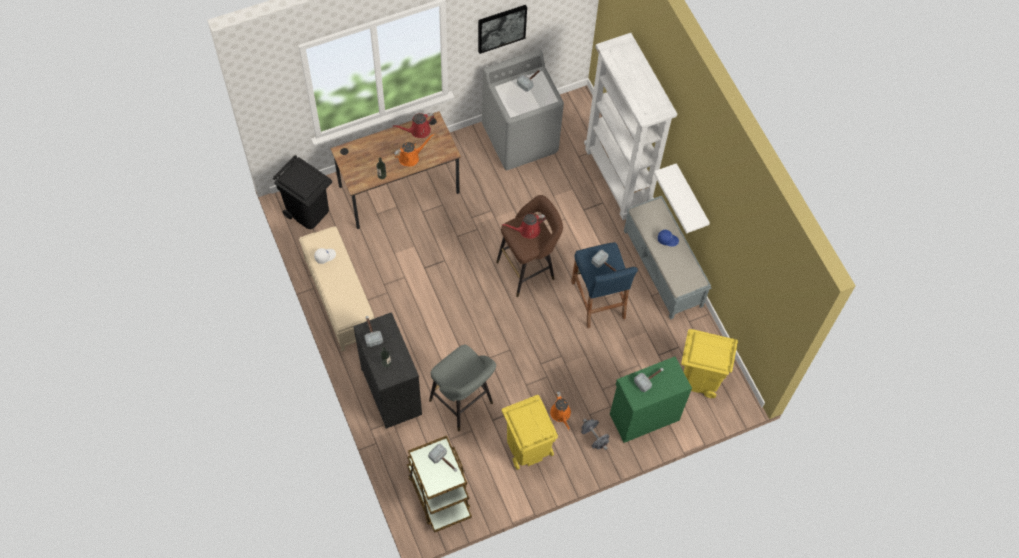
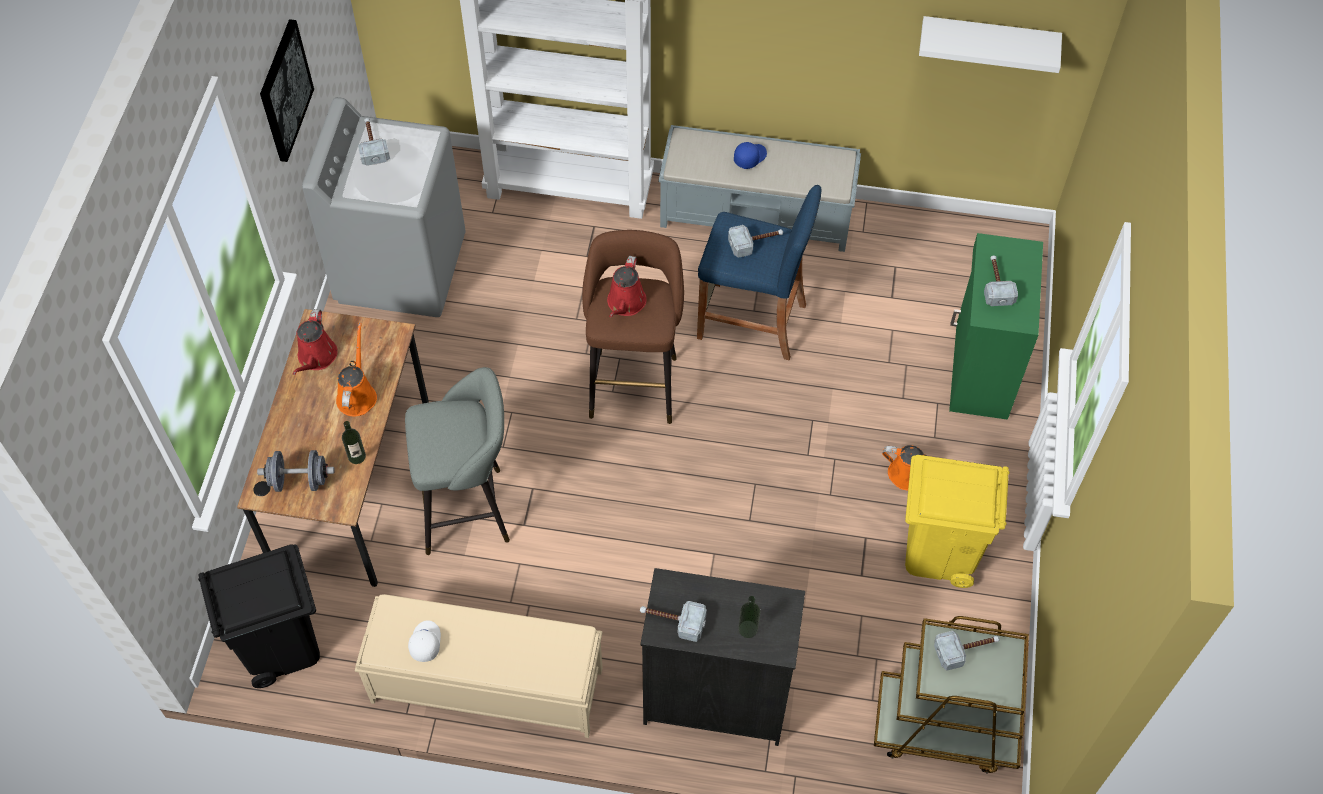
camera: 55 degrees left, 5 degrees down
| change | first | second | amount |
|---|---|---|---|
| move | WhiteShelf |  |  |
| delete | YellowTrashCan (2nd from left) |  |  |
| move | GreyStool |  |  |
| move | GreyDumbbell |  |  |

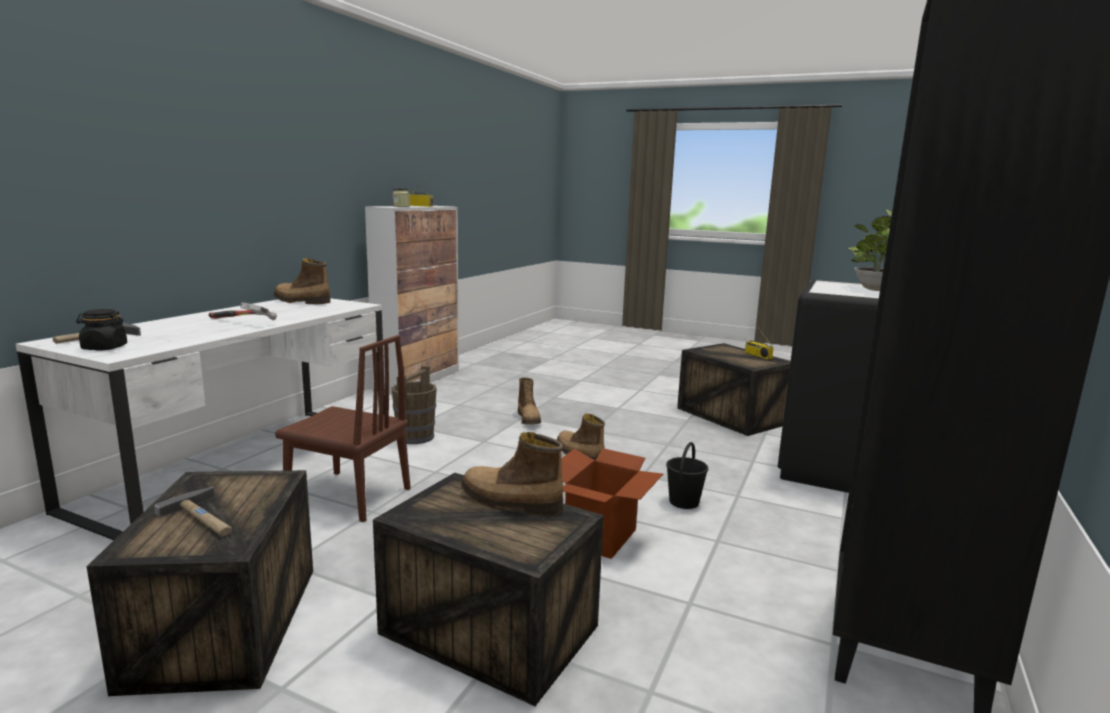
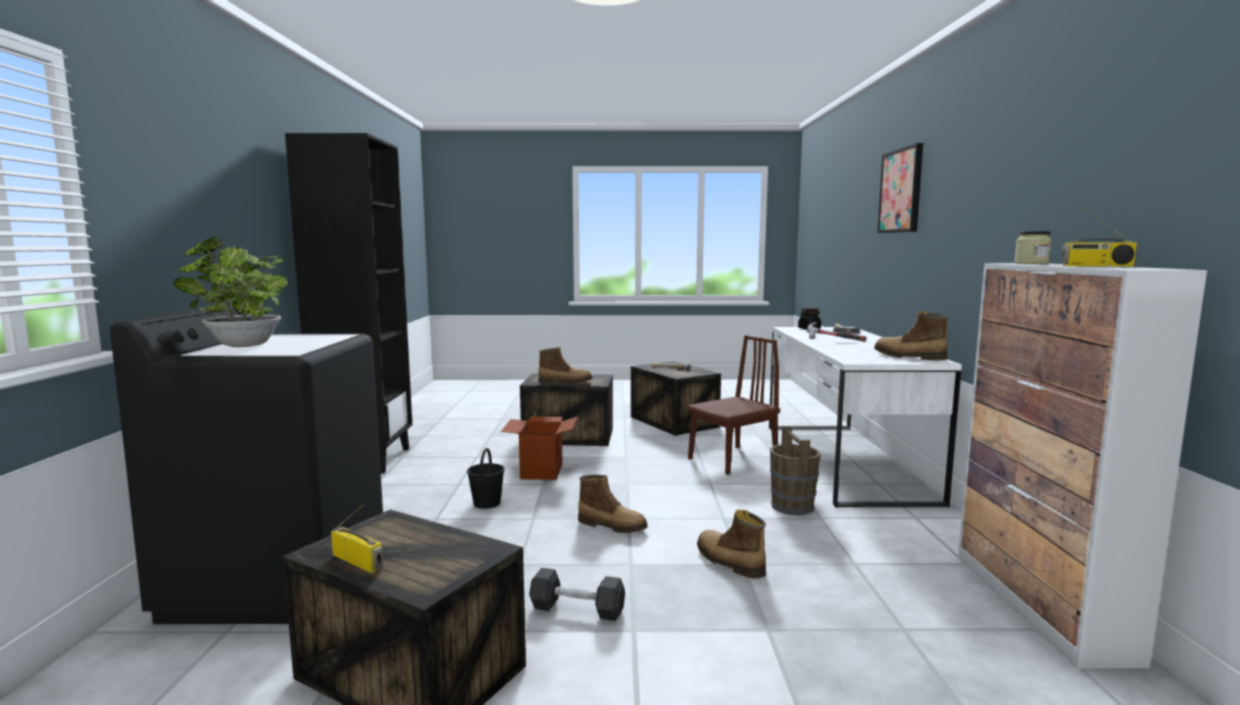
camera: 155 degrees right, 5 degrees down
| change | first | second | amount |
|---|---|---|---|
| rotate | Boot (1st from left in the first image) | Boot (4th from left) | 135 degrees counterclockwise |
| rotate | BrownChair |  | 150 degrees clockwise |
| insert |  | Picture |  |
| insert |  | GreyDumbbell |  |

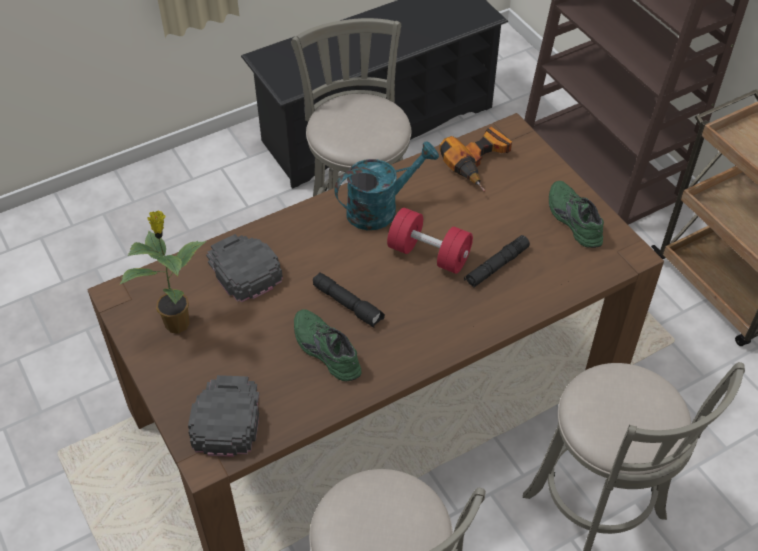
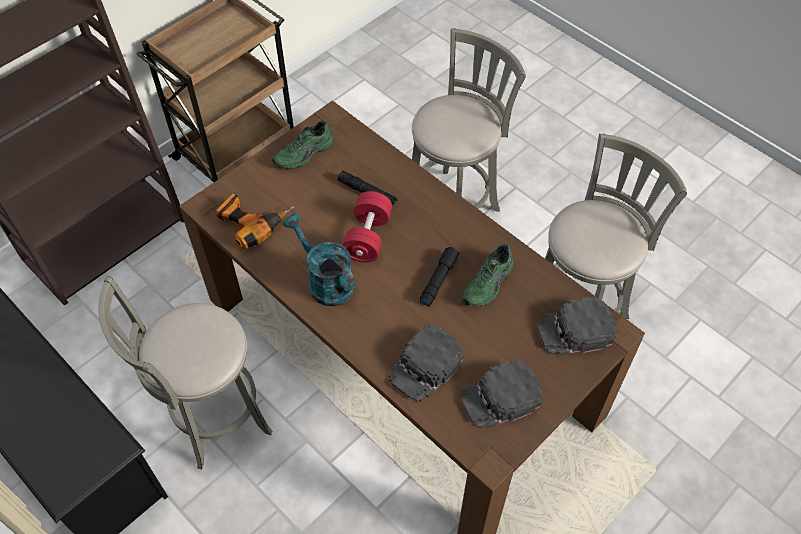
camera: 105 degrees left, 5 degrees up
| change | first | second | amount |
|---|---|---|---|
| replace | PottedPlant | BlackCap (2nd from left) |  |

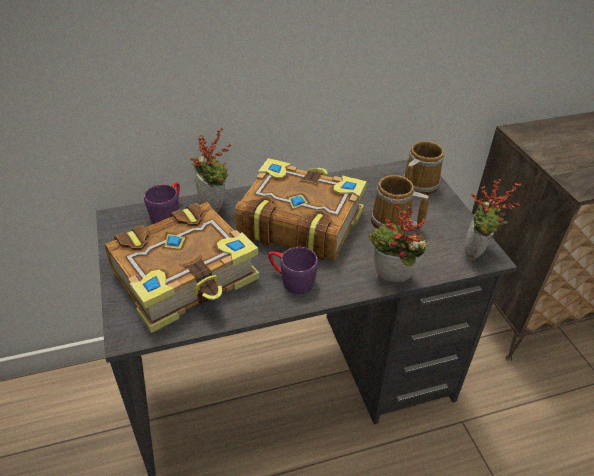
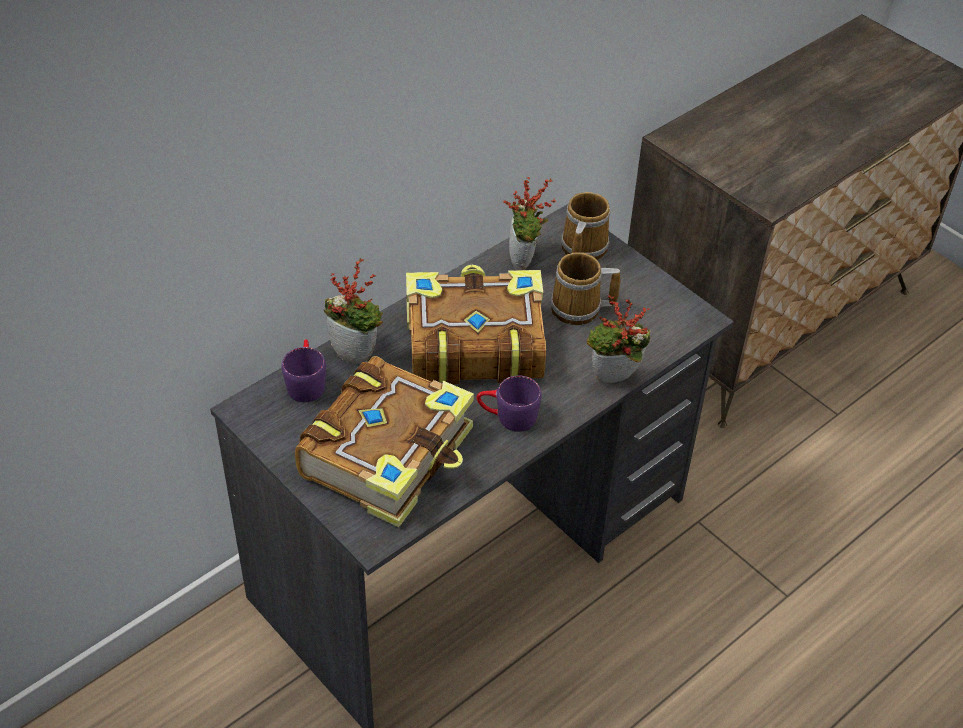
camera: 25 degrees left, 5 degrees up
| change | first | second | amount |
|---|---|---|---|
| move | PottedPlant (3rd from left in the first image) | PottedPlant (2nd from left) |  |

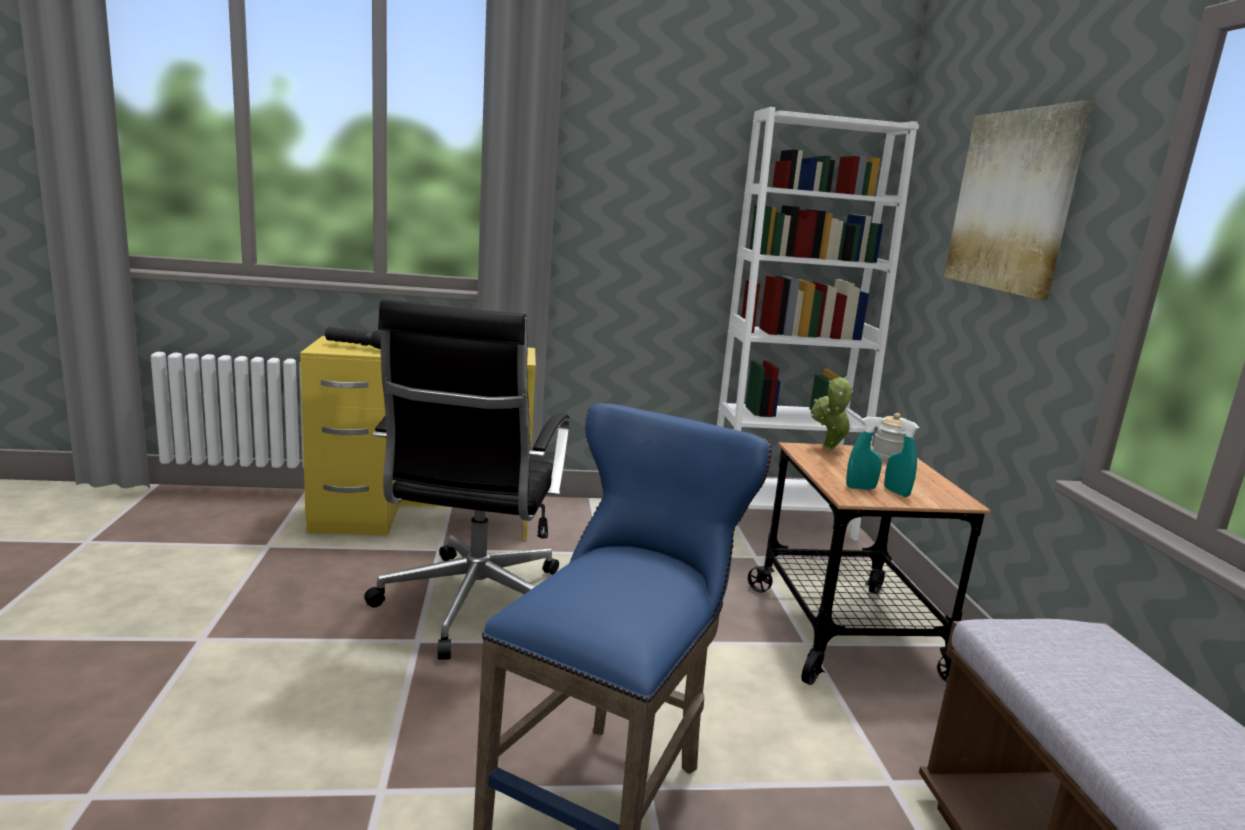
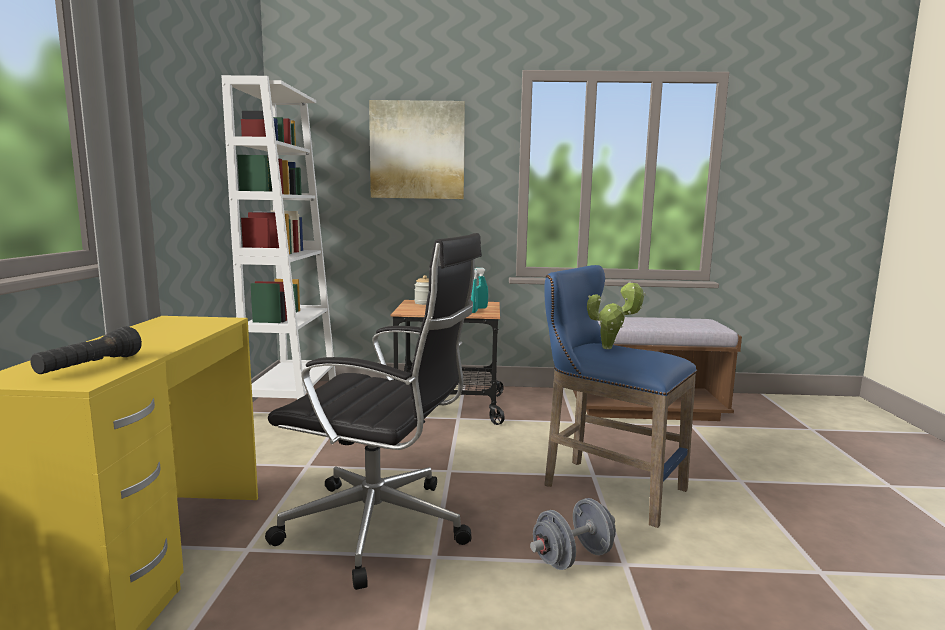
camera: 80 degrees left, 5 degrees down
| change | first | second | amount |
|---|---|---|---|
| move | PottedPlant |  |  |
| insert |  | GreyDumbbell |  |

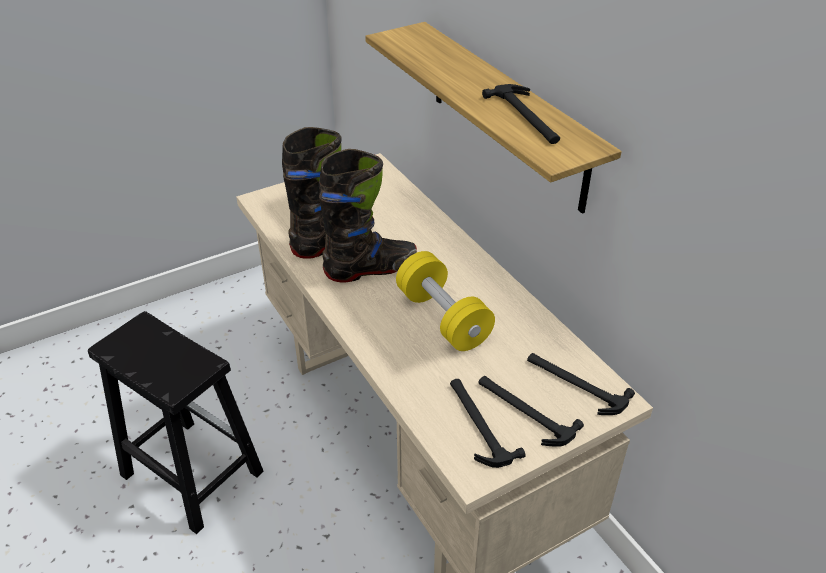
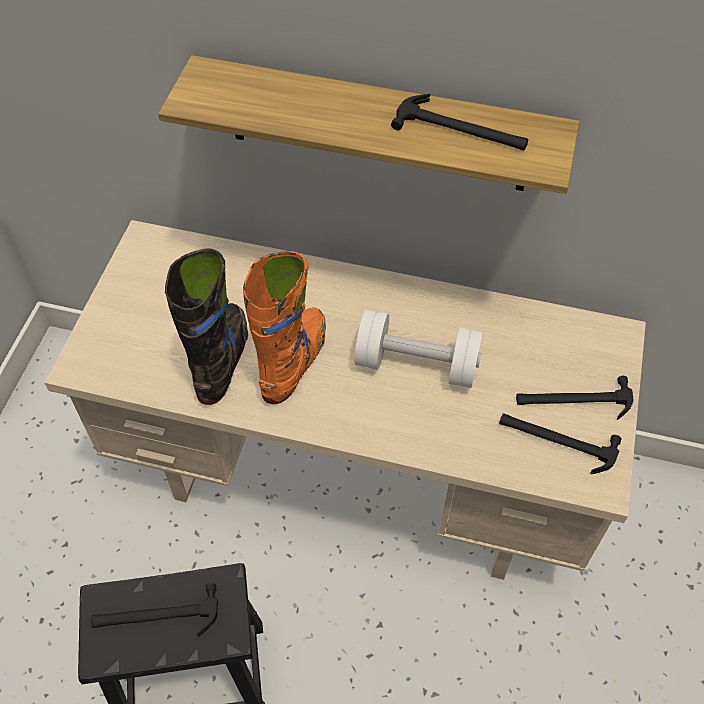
camera: 45 degrees left, 15 degrees up
| change | first | second | amount |
|---|---|---|---|
| recolor | BlackBoot (2nd from left) | OrangeBoot |  |
| recolor | YellowDumbbell | WhiteDumbbell |  |
| move | Hammer (4th from left in the first image) | Hammer (1st from left) |  |

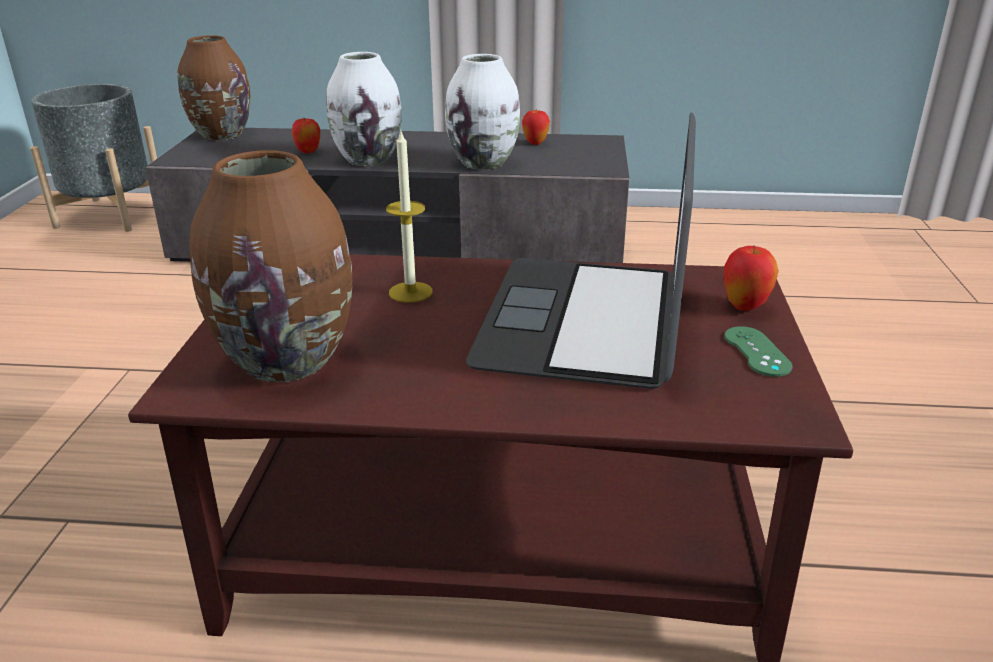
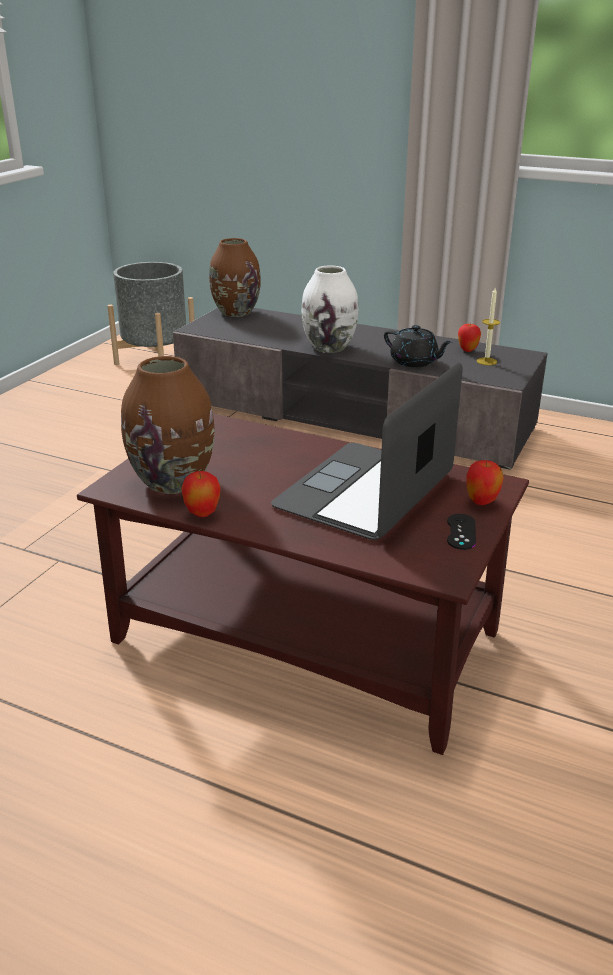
camera: 20 degrees right, 0 degrees up
| change | first | second | amount |
|---|---|---|---|
| replace | WhiteVase (2nd from left) | BlackTeapot |  |
| move | Apple (1st from left) |  |  |
| move | Candle |  |  |
| recolor | GreenGameController | BlackGameController |  |

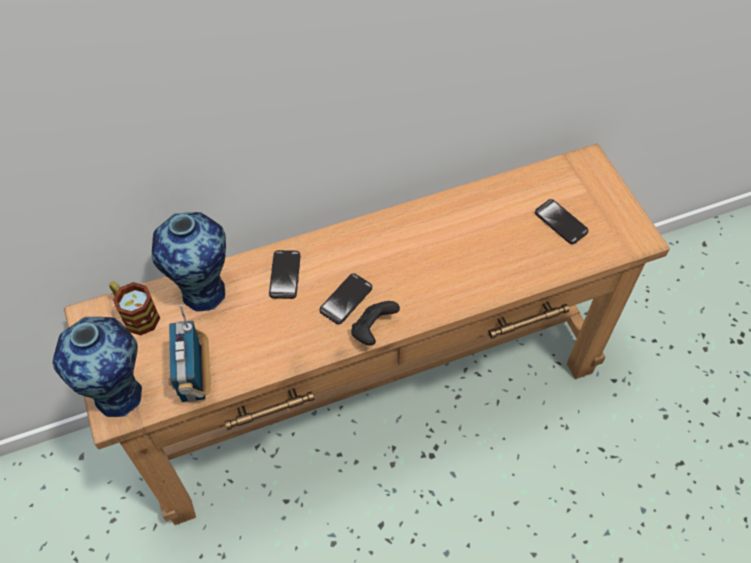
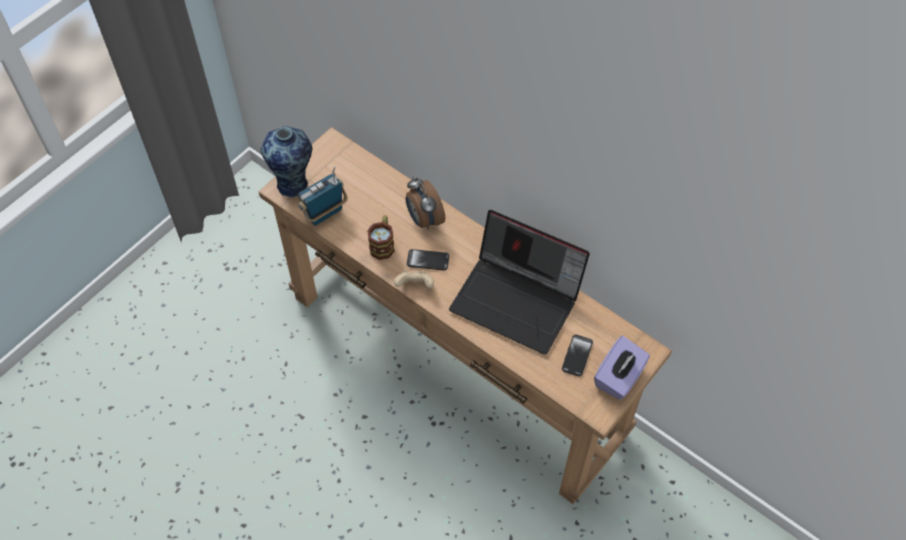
camera: 60 degrees right, 0 degrees up
| change | first | second | amount |
|---|---|---|---|
| delete | Vase (2nd from left) |  |  |
| replace | Phone (1st from left) | AlarmClock |  |
| move | Mug |  |  |
| recolor | BlackGameController | BeigeGameController |  |
| insert |  | Laptop |  |
| insert |  | PurpleTissueBox |  |

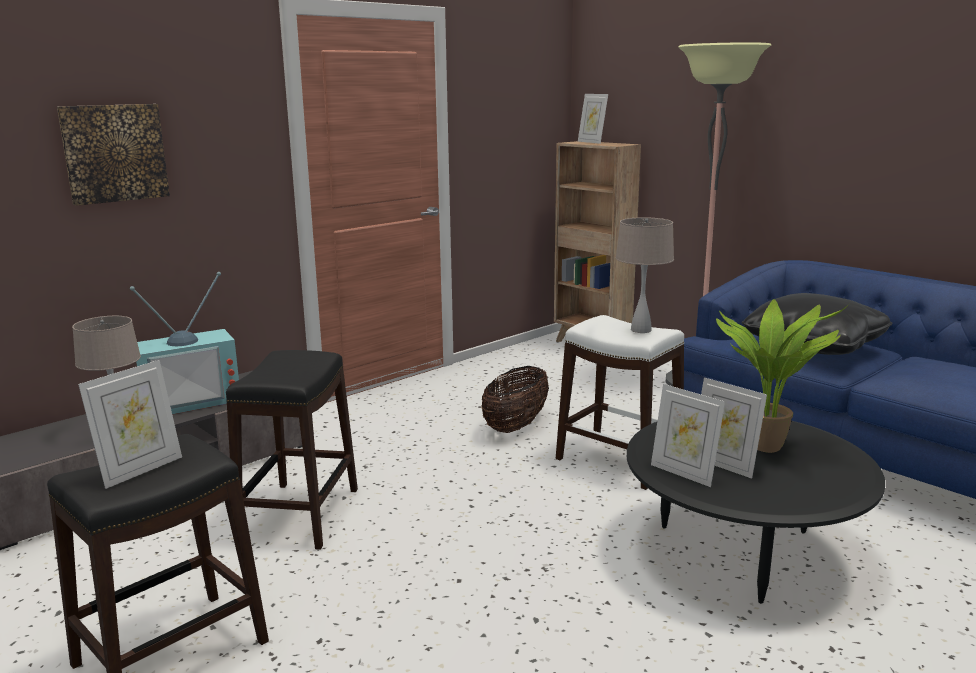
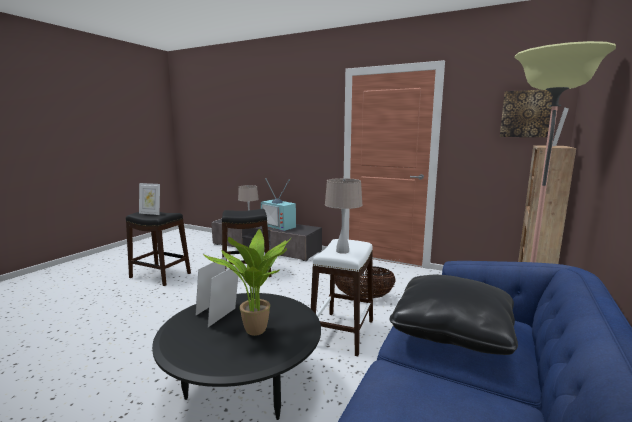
camera: 70 degrees right, 5 degrees down
| change | first | second | amount |
|---|---|---|---|
| move | Picture |  |  |

